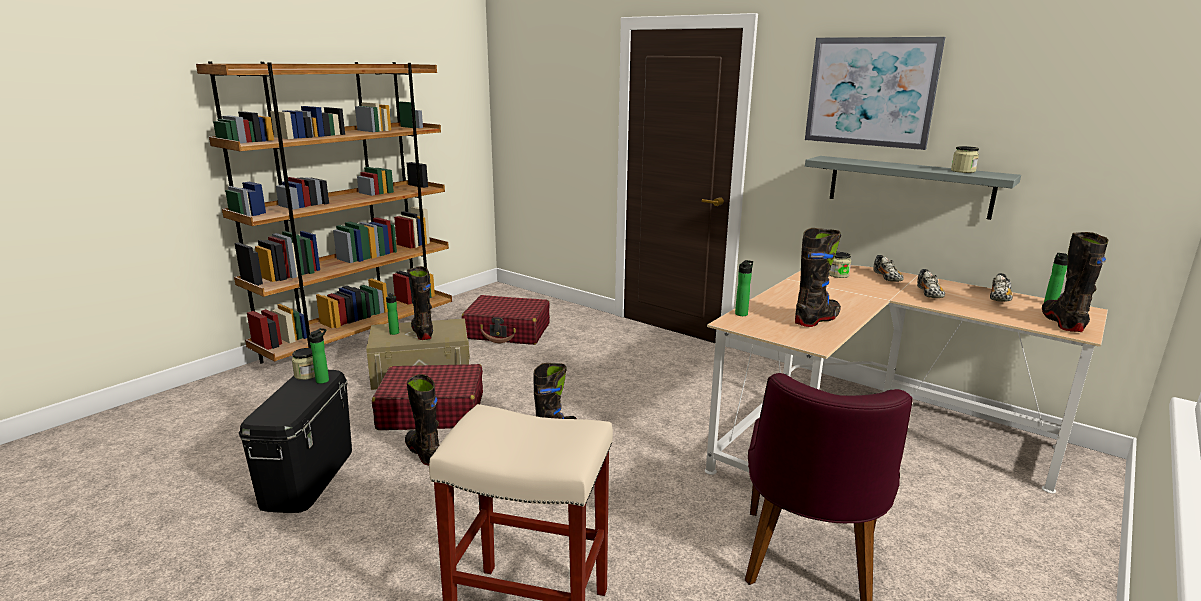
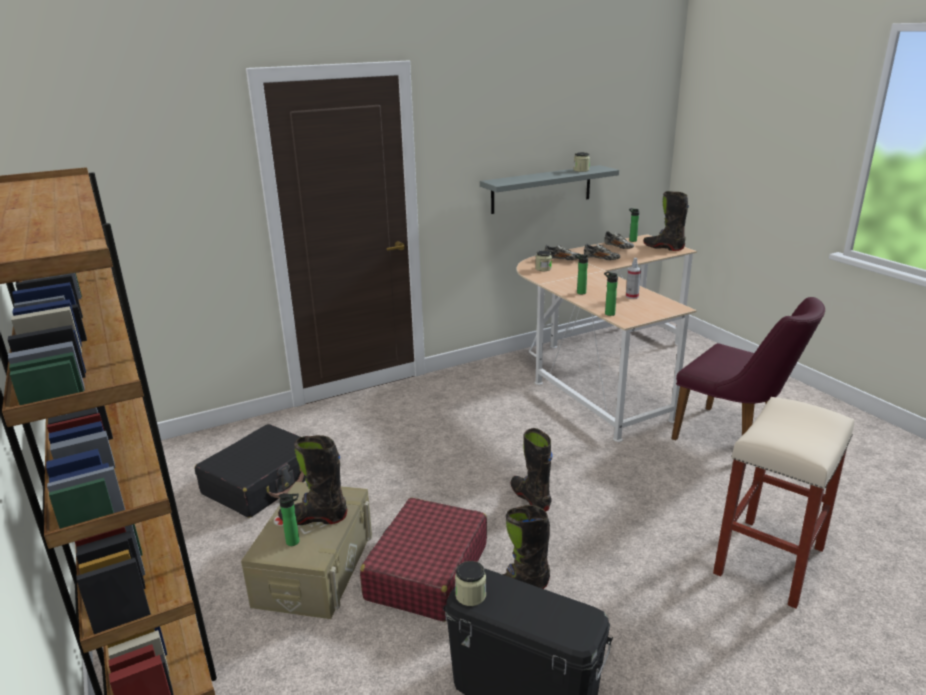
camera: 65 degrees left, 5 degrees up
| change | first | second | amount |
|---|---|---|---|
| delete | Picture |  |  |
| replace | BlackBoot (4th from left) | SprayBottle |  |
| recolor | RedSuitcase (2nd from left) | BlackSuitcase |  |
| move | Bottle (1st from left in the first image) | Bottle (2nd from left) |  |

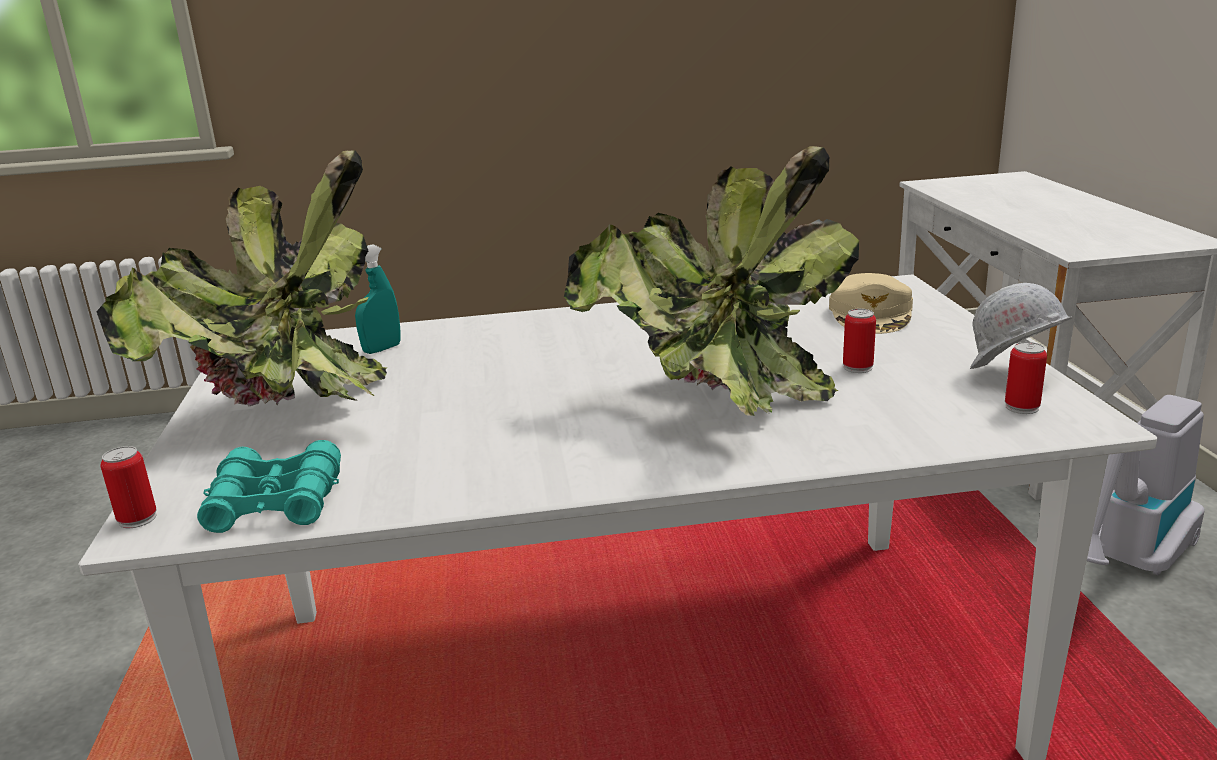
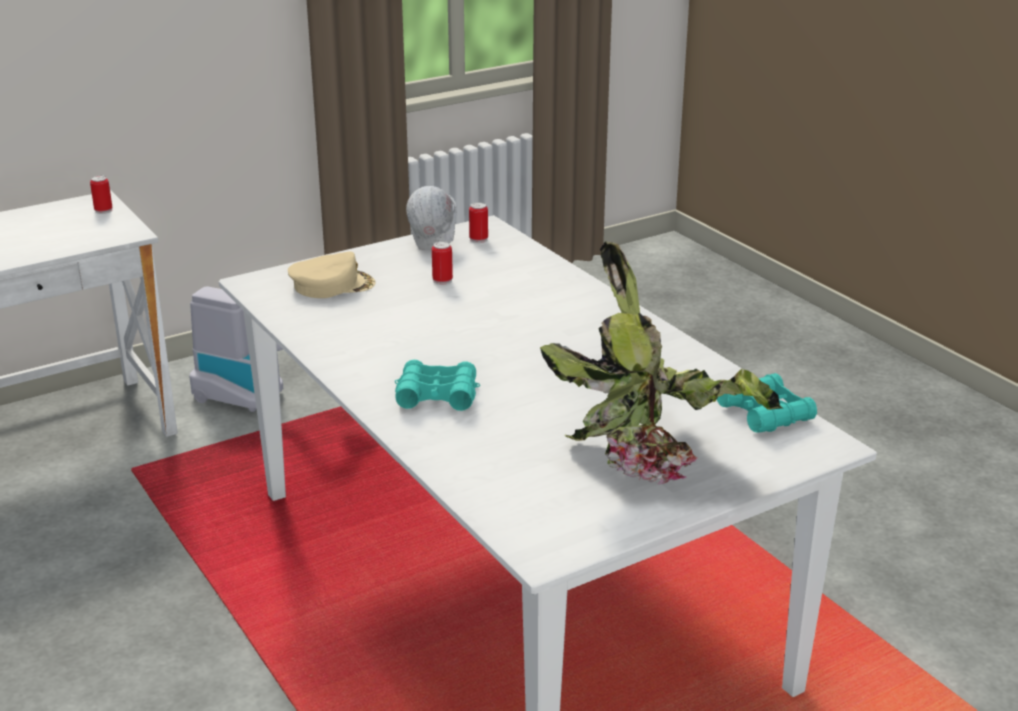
camera: 115 degrees left, 5 degrees up
| change | first | second | amount |
|---|---|---|---|
| delete | PottedPlant (2nd from left) |  |  |
| delete | TurquoiseSprayBottle |  |  |
| move | Can (1st from left) |  |  |
| insert |  | TurquoiseBinoculars (1st from left) |  |

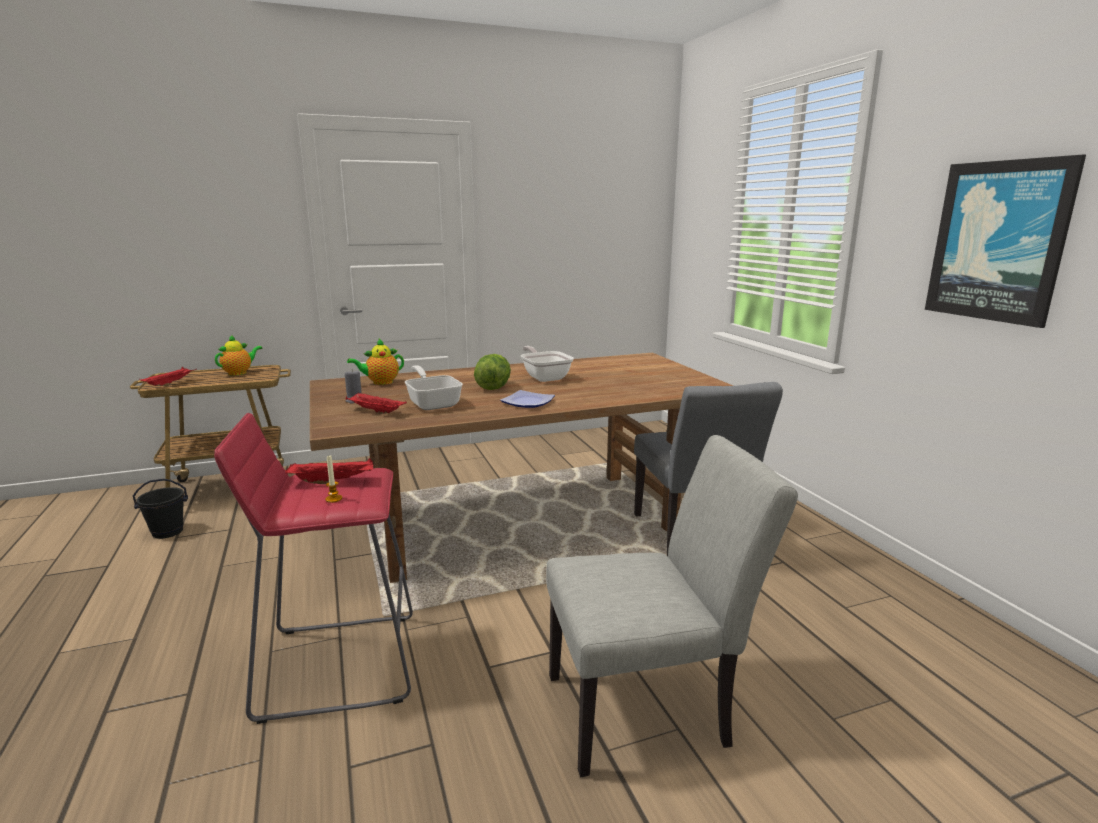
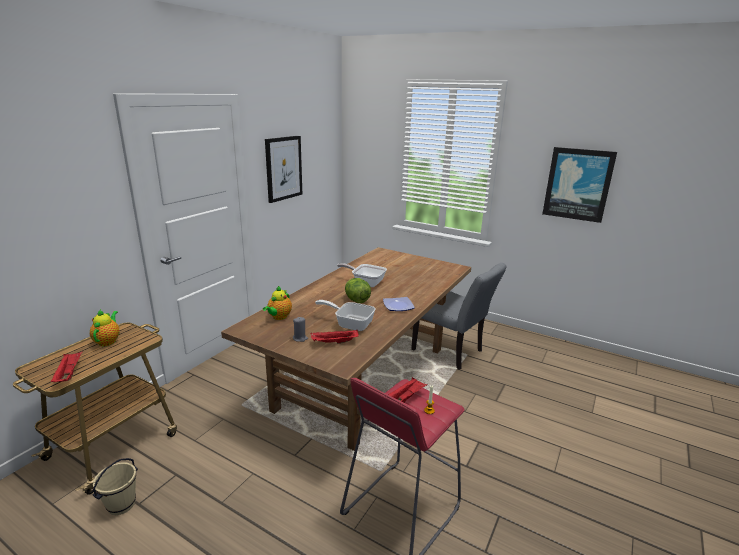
camera: 40 degrees left, 5 degrees up
| change | first | second | amount |
|---|---|---|---|
| delete | GreyChair (1st from left) |  |  |
| recolor | BlackBucket | BeigeBucket |  |
| insert |  | Picture (1st from left) |  |

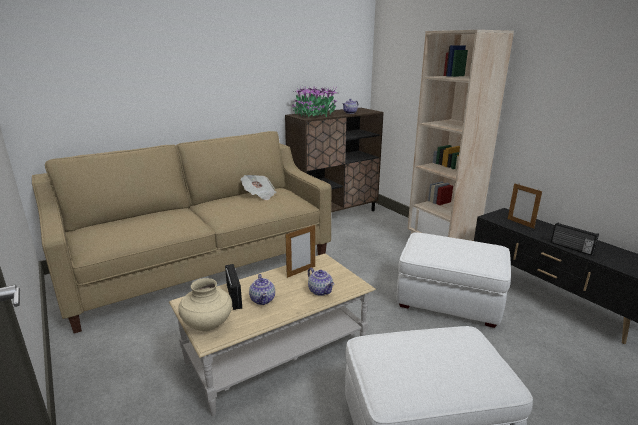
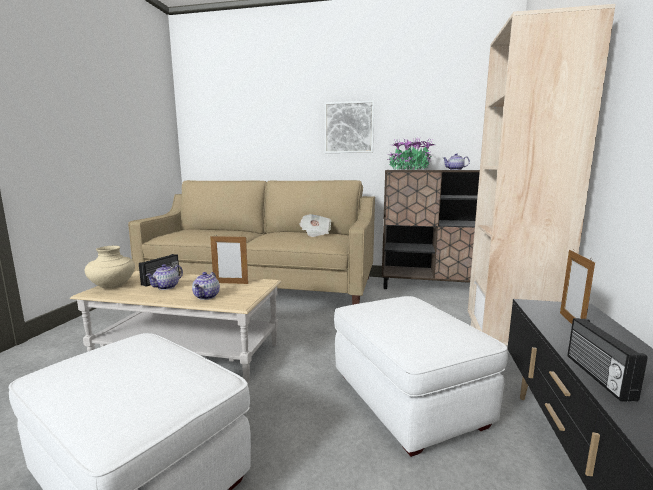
camera: 45 degrees right, 10 degrees down
| change | first | second | amount |
|---|---|---|---|
| insert |  | Picture |  |

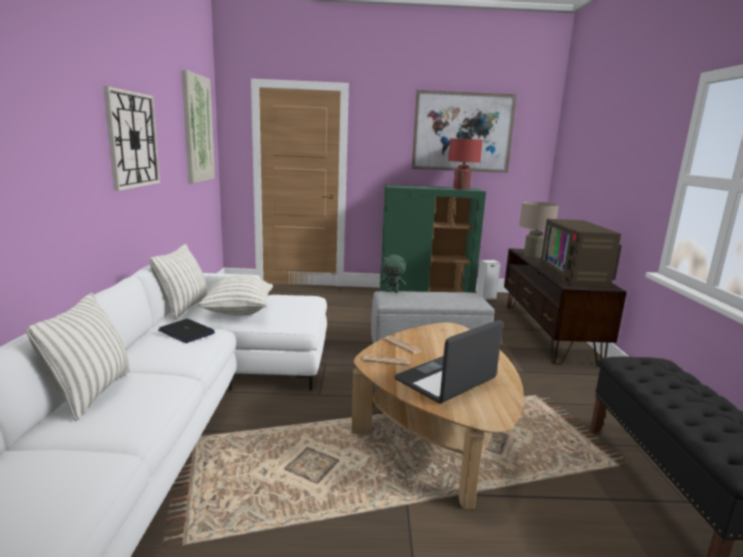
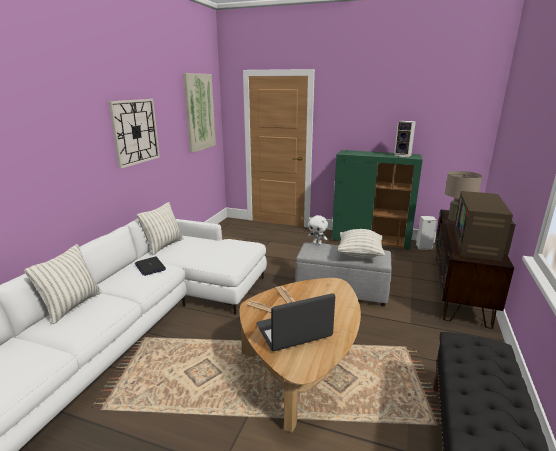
camera: 20 degrees right, 5 degrees up
| change | first | second | amount |
|---|---|---|---|
| delete | Picture (2nd from left) |  |  |
| replace | RedTableLamp | Speaker (1st from left) |  |
| recolor | GreenPlushToy | WhitePlushToy |  |
| move | Pillow (3rd from left) |  |  |

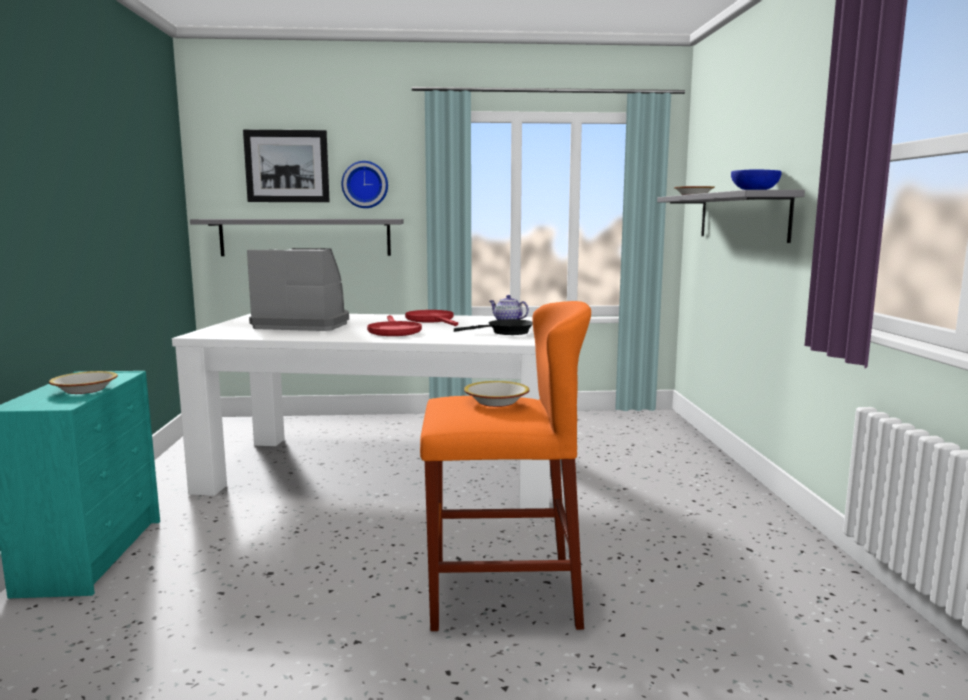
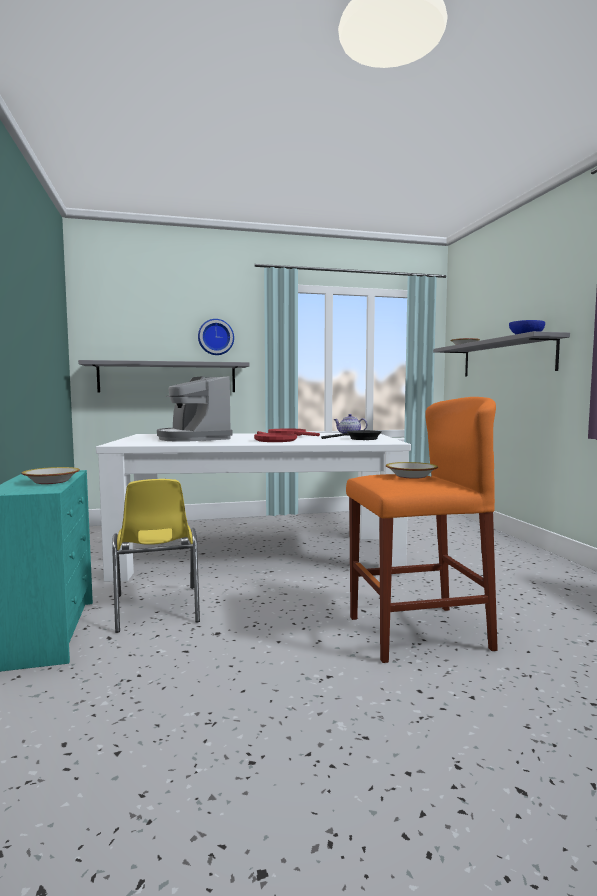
camera: 10 degrees left, 5 degrees down
| change | first | second | amount |
|---|---|---|---|
| delete | Picture |  |  |
| rotate | CoffeeMachine |  | 120 degrees counterclockwise |
| insert |  | YellowChair |  |

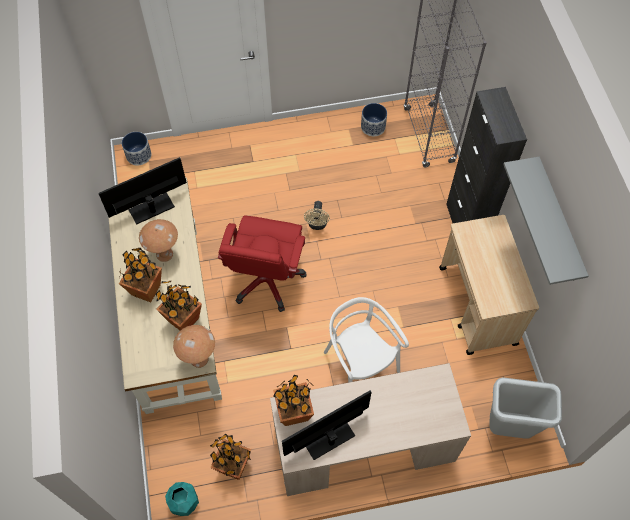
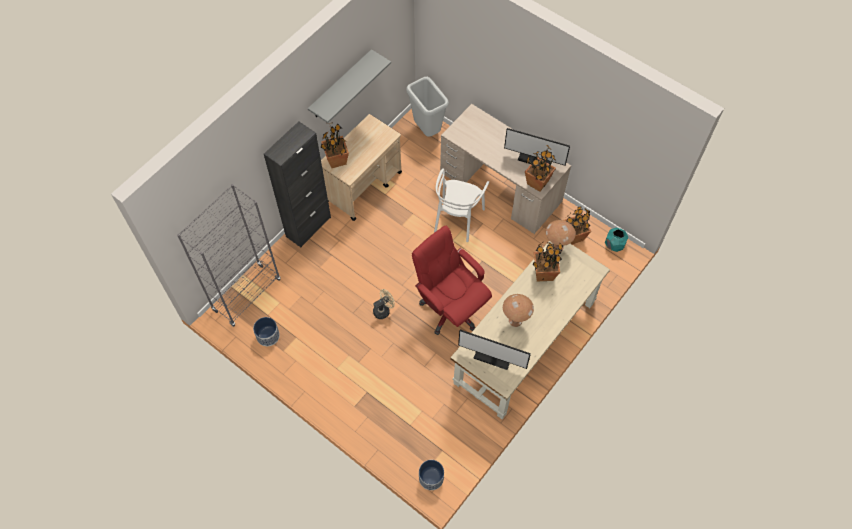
camera: 130 degrees left, 0 degrees up
| change | first | second | amount |
|---|---|---|---|
| rotate | RedOfficeChair |  | 105 degrees counterclockwise |
| move | PottedPlant (1st from left) |  |  |

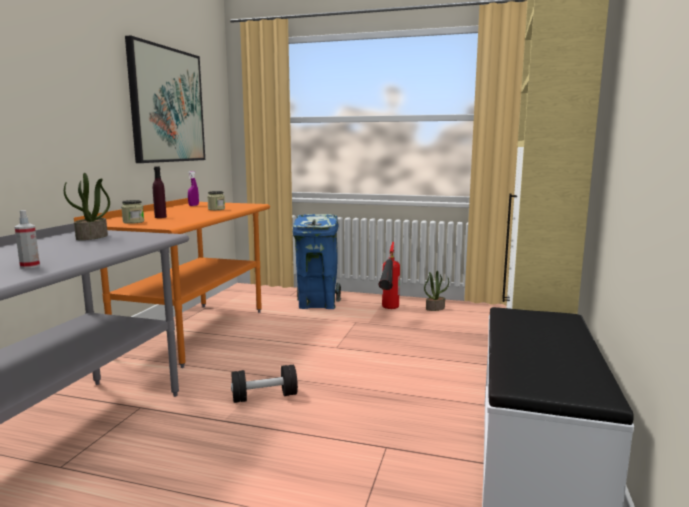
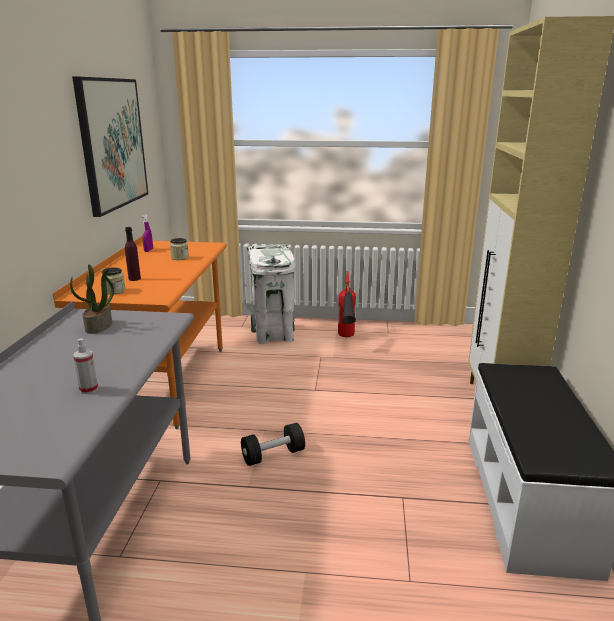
camera: 10 degrees left, 10 degrees up
| change | first | second | amount |
|---|---|---|---|
| recolor | BlueTrashCan | WhiteTrashCan |  |
| delete | PottedPlant (2nd from left) |  |  |

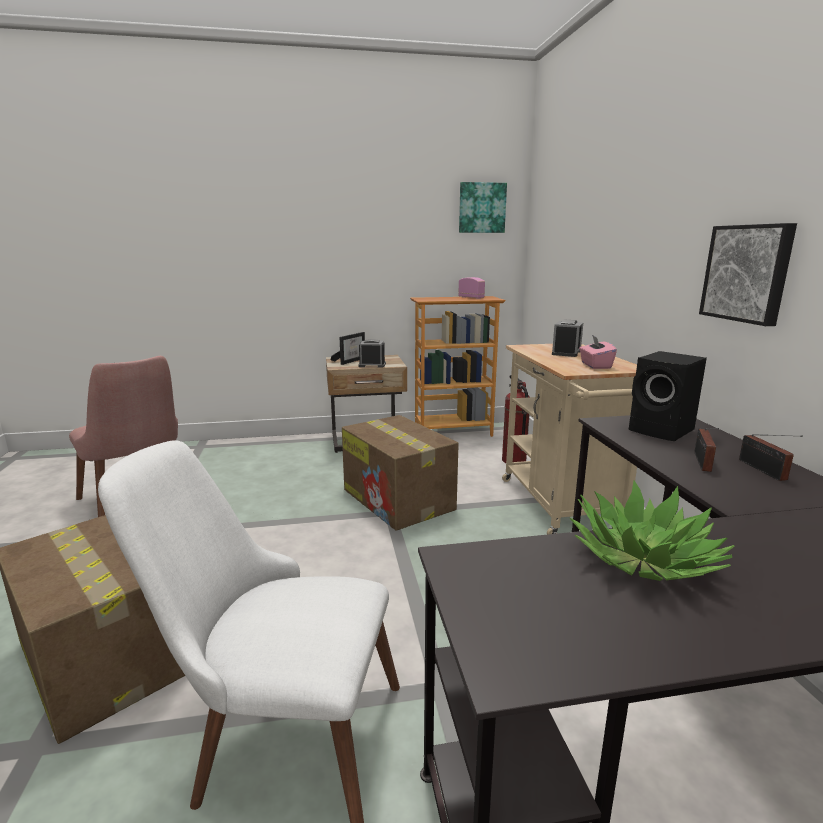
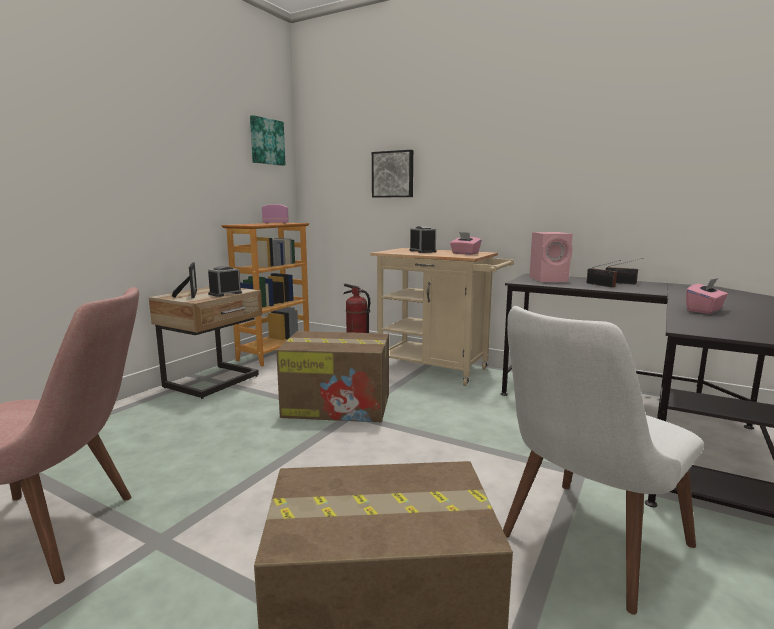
camera: 50 degrees left, 5 degrees down
| change | first | second | amount |
|---|---|---|---|
| move | Picture (2nd from left) |  |  |
| recolor | BlackSpeaker | PinkSpeaker |  |
| replace | PottedPlant | PinkTissueBox (2nd from left) |  |

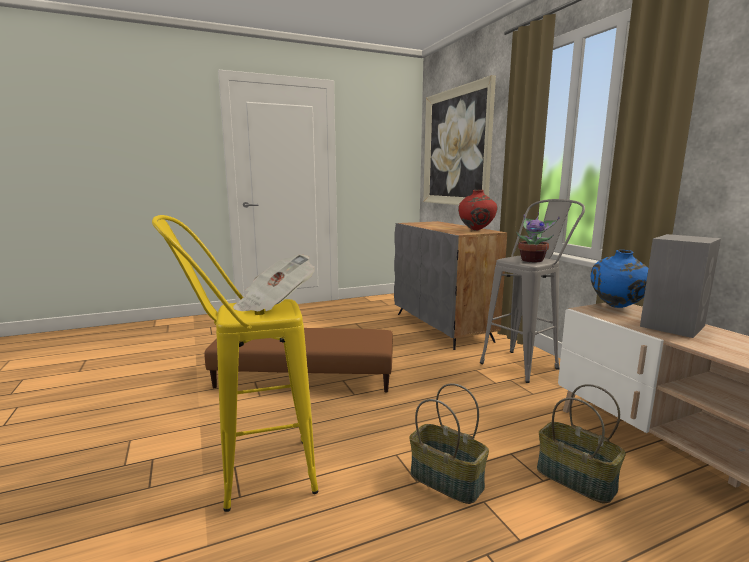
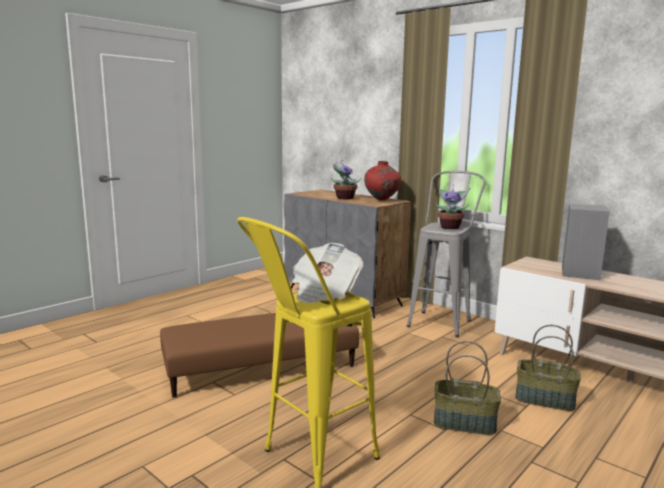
camera: 25 degrees left, 0 degrees up
| change | first | second | amount |
|---|---|---|---|
| delete | Picture |  |  |
| delete | BlueVase |  |  |
| insert |  | PottedPlant (1st from left) |  |

